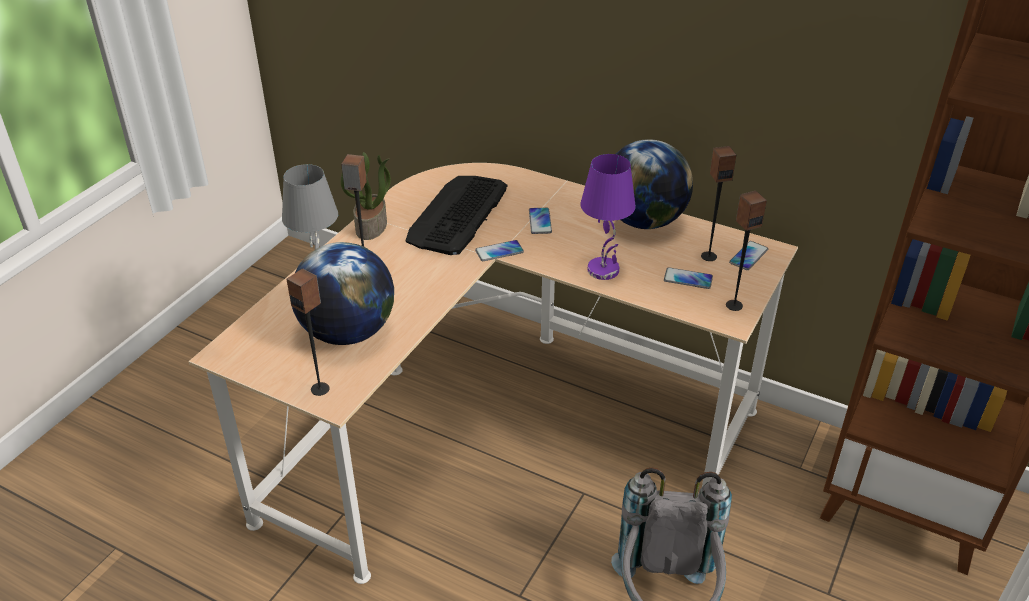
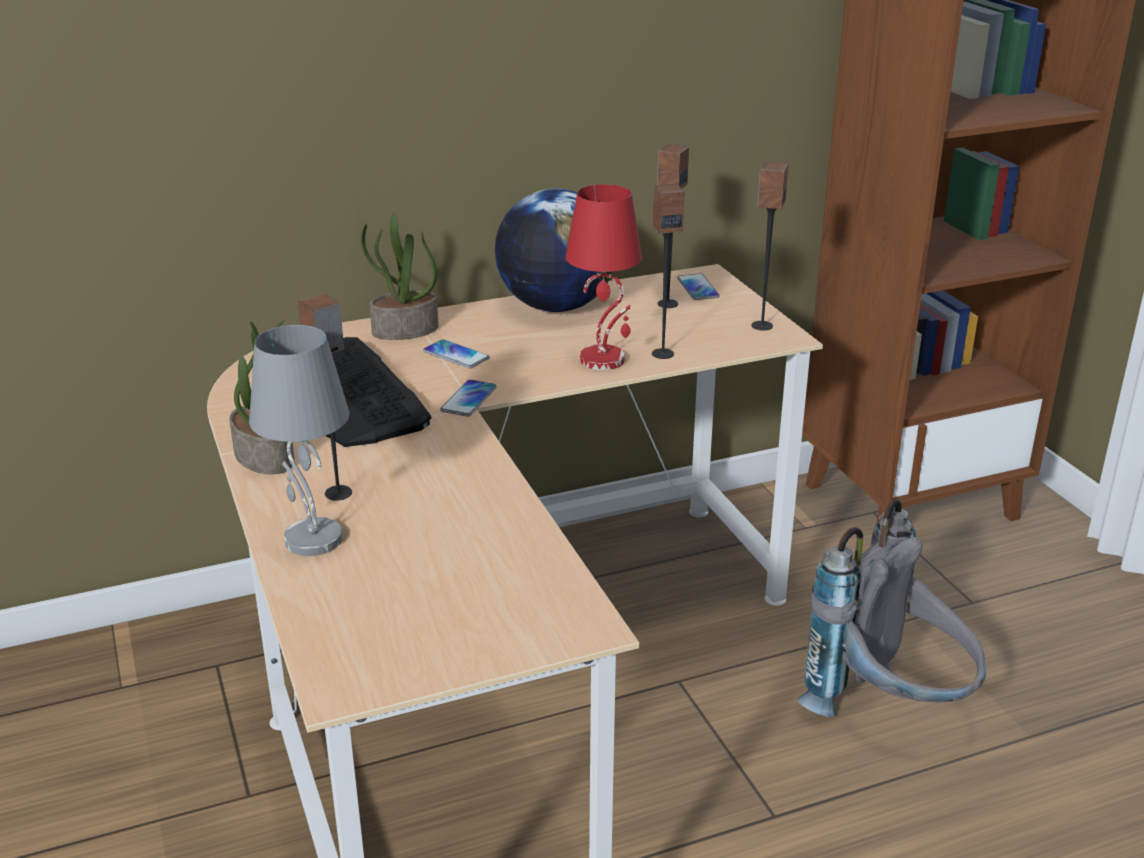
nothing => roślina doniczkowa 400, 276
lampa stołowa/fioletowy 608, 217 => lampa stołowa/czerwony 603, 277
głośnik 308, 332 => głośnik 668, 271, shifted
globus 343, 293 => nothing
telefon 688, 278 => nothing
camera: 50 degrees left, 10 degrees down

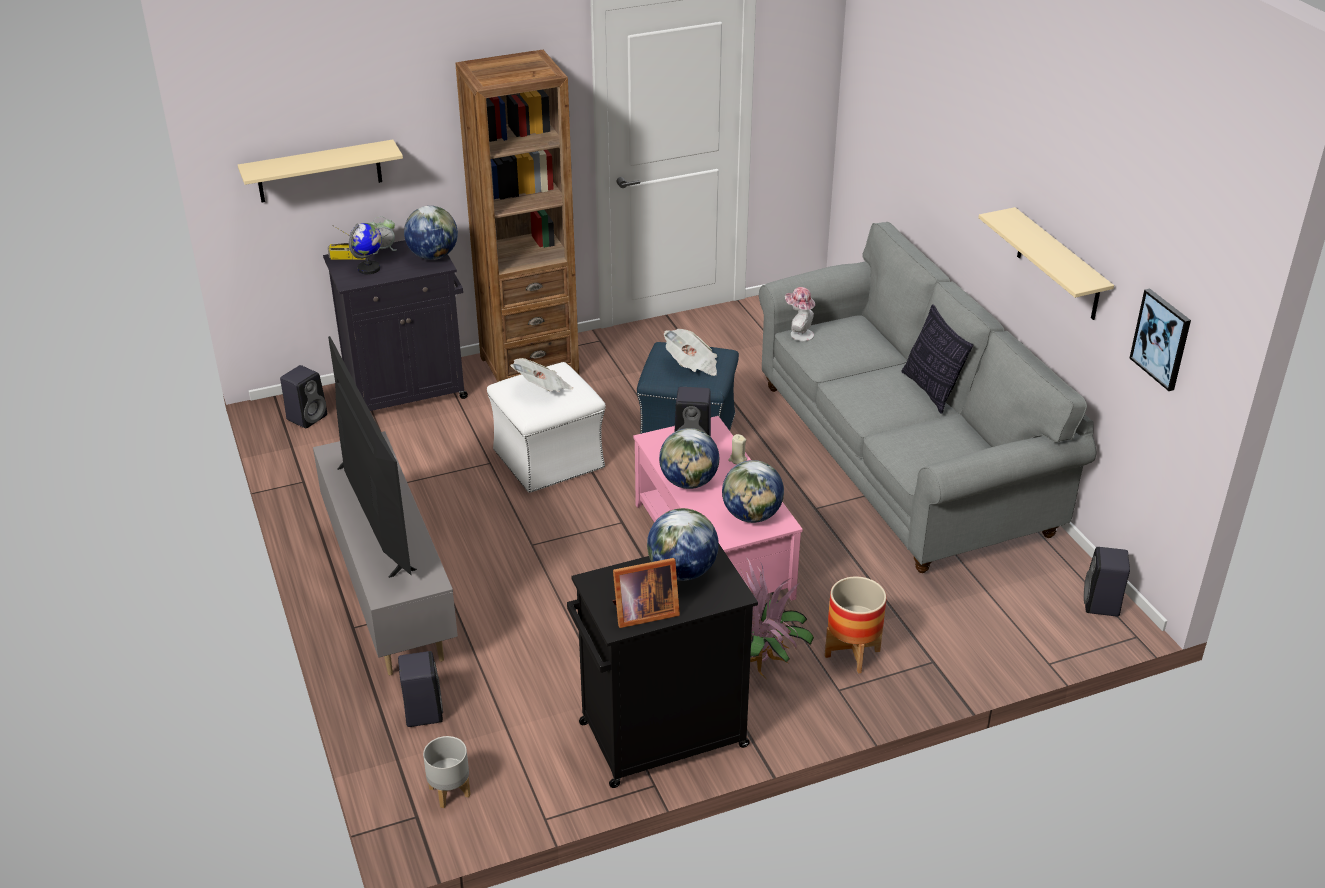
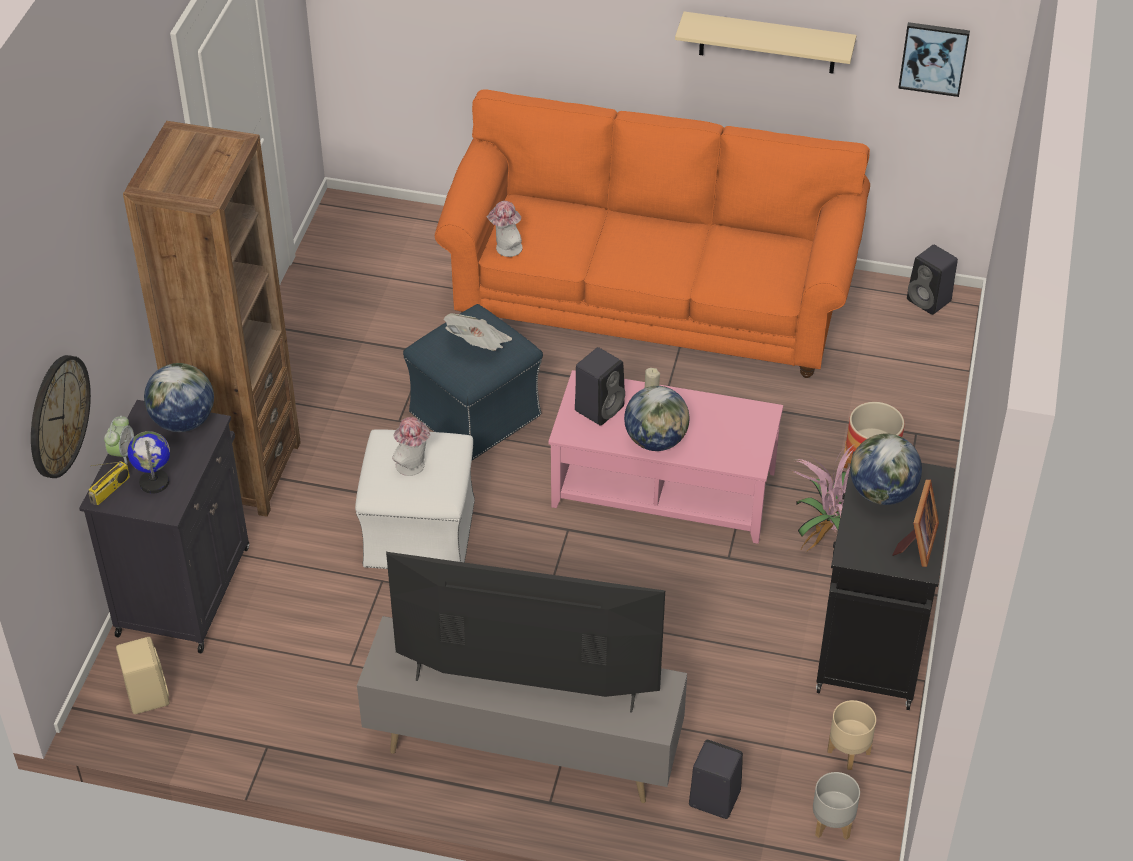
półka/beżowy 320, 171 => zegar ścienny 61, 416
głośnik/czarny 303, 396 => głośnik/beżowy 142, 675
gazeta 541, 375 => kapelusz 411, 446
kanapa/szary 927, 397 => kanapa/pomarańczowy 652, 233
nothing => donica/beżowy 851, 735
globus 753, 491 => nothing
poduszka 937, 359 => nothing
camera: 55 degrees left, 10 degrees up

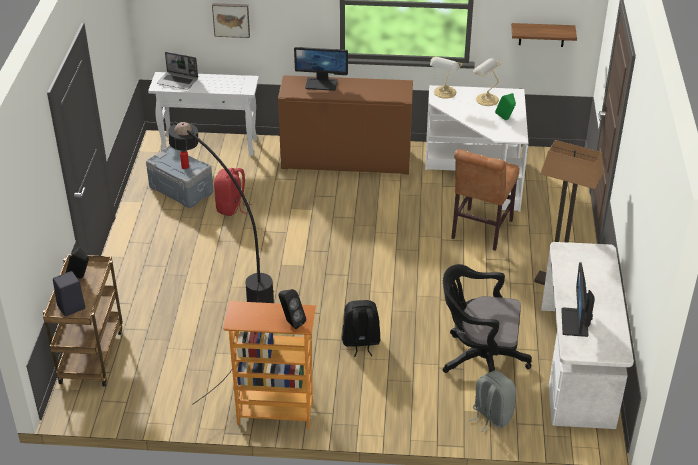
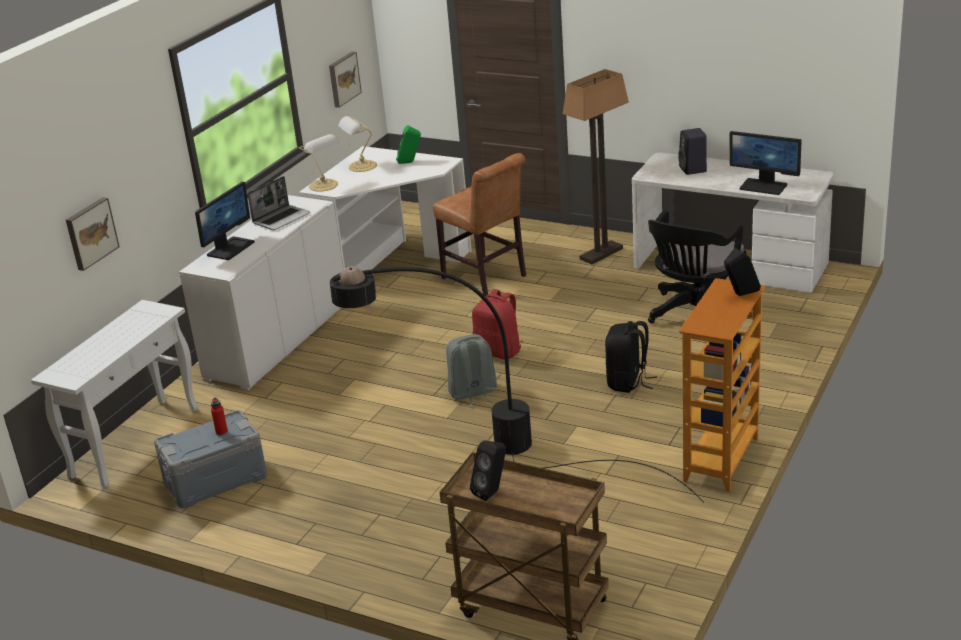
szafka/brązowy 345, 124 => szafka/biały 261, 292
laptop 177, 71 => laptop 279, 203, shifted
półka 544, 35 => obraz 345, 80
plecak/szary 492, 401 => plecak/szary 471, 371, shifted
plecak/czerwony 233, 192 => plecak/czerwony 497, 324, shifted
głośnik/czarny 69, 293 => głośnik/czarny 692, 151, shifted
camera: 65 degrees left, 10 degrees down

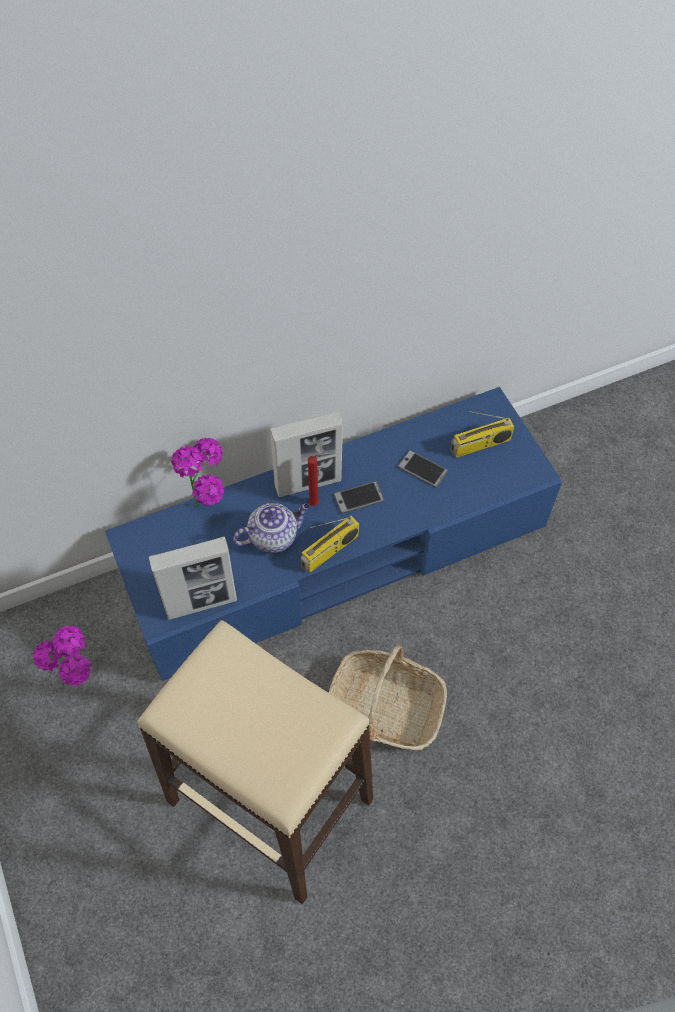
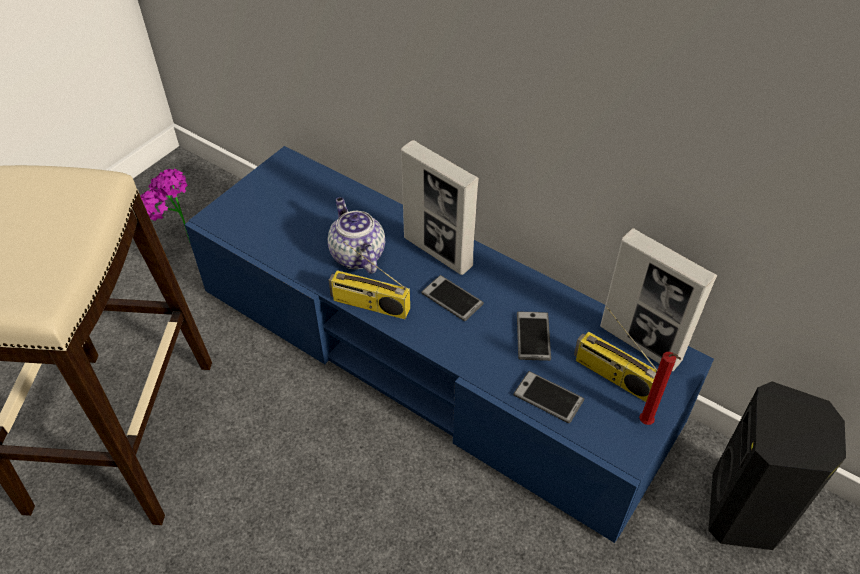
imbryk 271, 528 => imbryk 356, 235, 150 degrees counterclockwise
nothing => telefon 548, 397
ramka na zdjęcie 193, 578 => ramka na zdjęcie 658, 299, shifted
świeca/czerwony 315, 480 => świeca/czerwony 660, 388, shifted
nothing => głośnik/czarny 777, 465
roślina doniczkowa 197, 473 => nothing
koszyk 388, 698 => nothing
camera: 60 degrees right, 10 degrees down

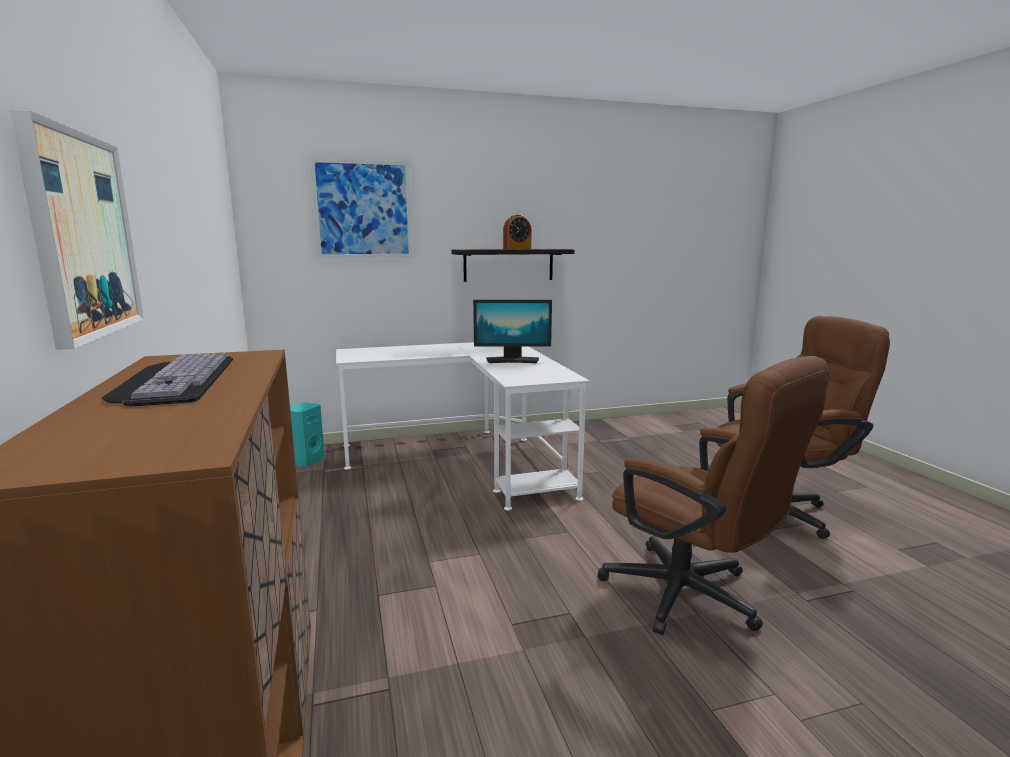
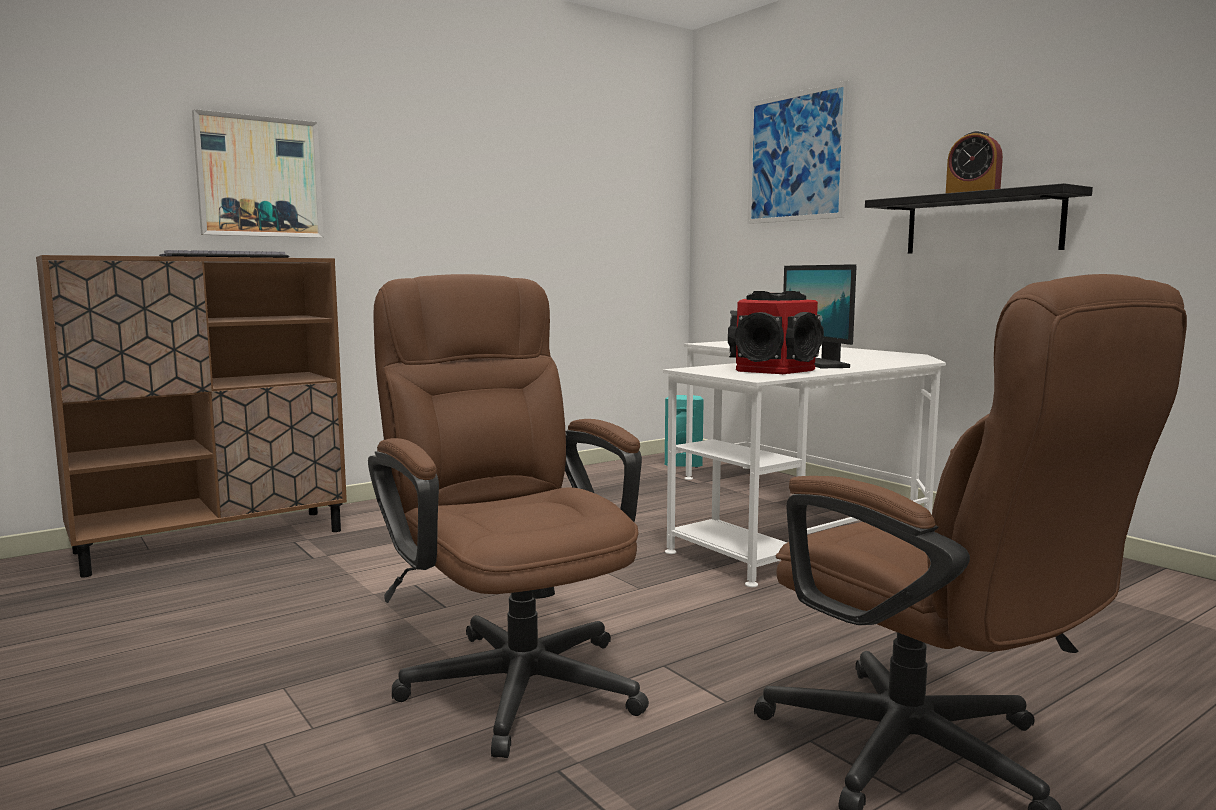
krzesło biurowe/brązowy 713, 495 => krzesło biurowe/brązowy 508, 516, 120 degrees clockwise
nothing => głośnik 776, 332
camera: 70 degrees right, 5 degrees down

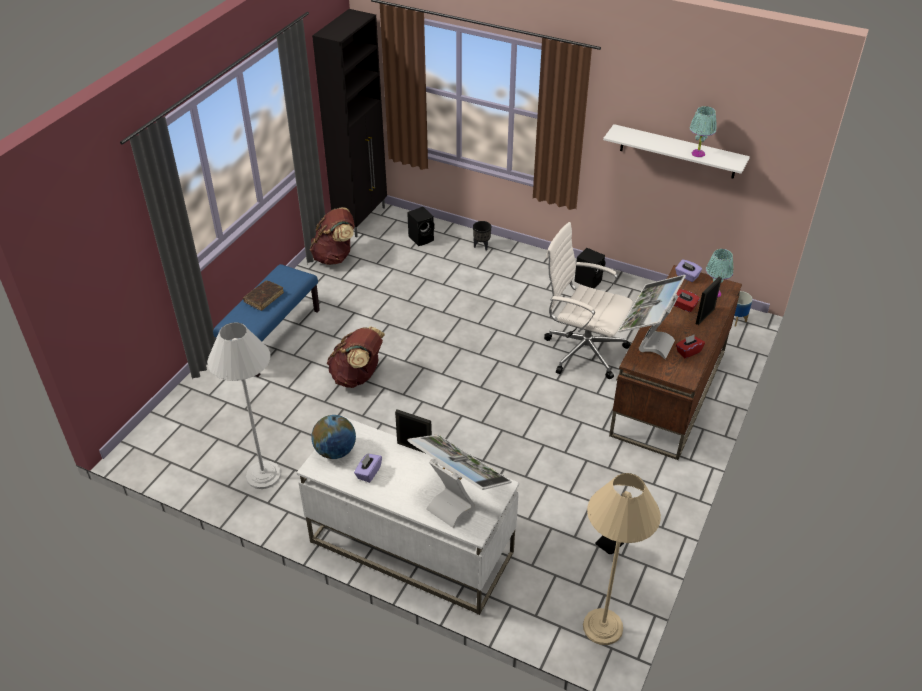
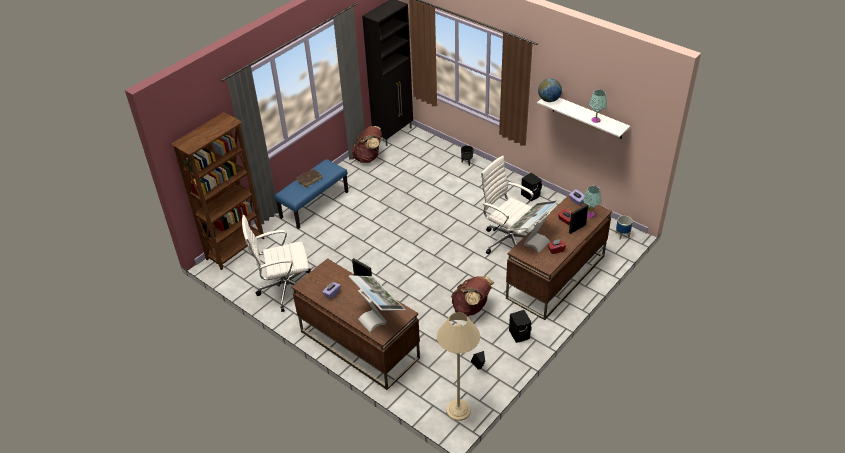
nothing => regał/brązowy 218, 191
lampa stojąca/biały 244, 405 => krzesło biurowe/biały 276, 263
biurko/biały 408, 515 => biurko/brązowy 356, 324
plecak/brązowy 356, 357 => plecak/brązowy 472, 296, shifted
głośnik/czarny 420, 226 => głośnik/czarny 520, 326, shifted
globus 333, 437 => globus 550, 90, shifted
camera: 15 degrees right, 0 degrees up

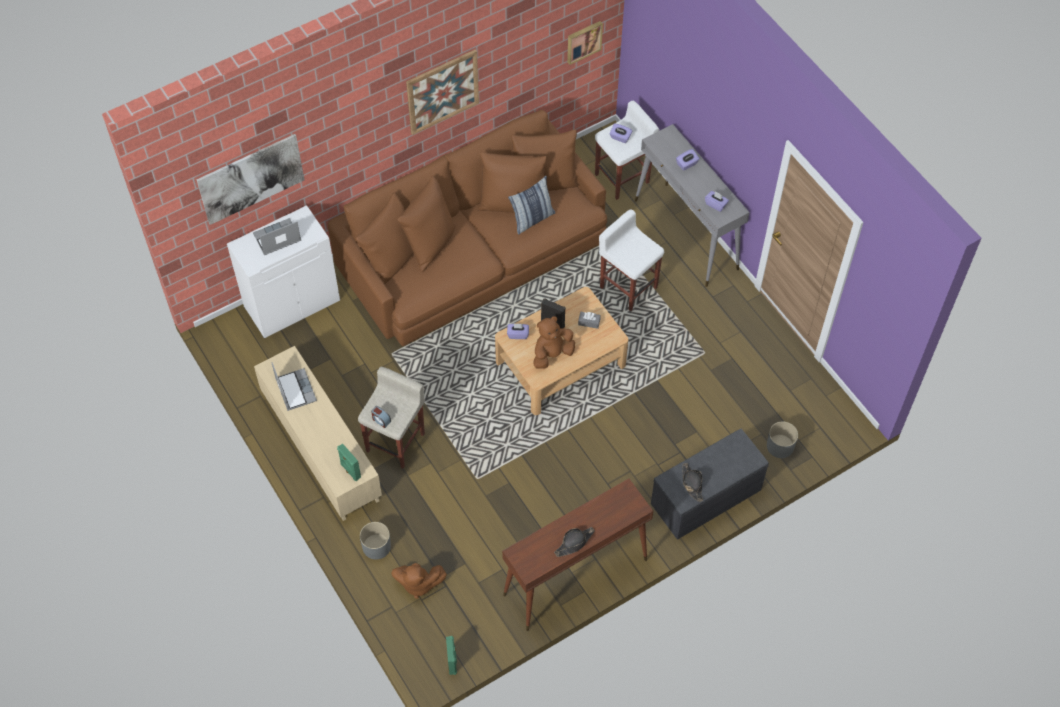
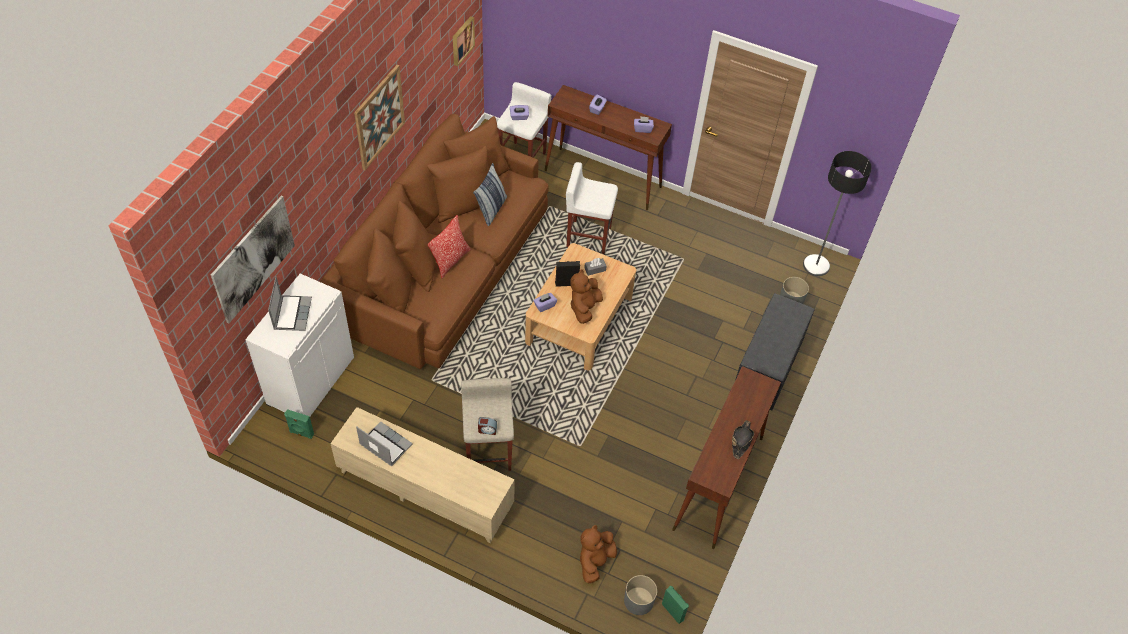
laptop 277, 236 => laptop 290, 303, 150 degrees clockwise
głośnik/zielony 349, 462 => głośnik/zielony 299, 424, shifted
nothing => poduszka 449, 247
stolik konsolowy/szary 692, 205 => stolik konsolowy/brązowy 608, 147
pluszak/brązowy 419, 581 => pluszak/brązowy 598, 554, 150 degrees clockwise
donica/szary 375, 541 => donica/szary 640, 595, shifted
nothing => lampa stojąca 837, 213
kapelusz/czarny 693, 482 => nothing
camera: 35 degrees left, 5 degrees down

